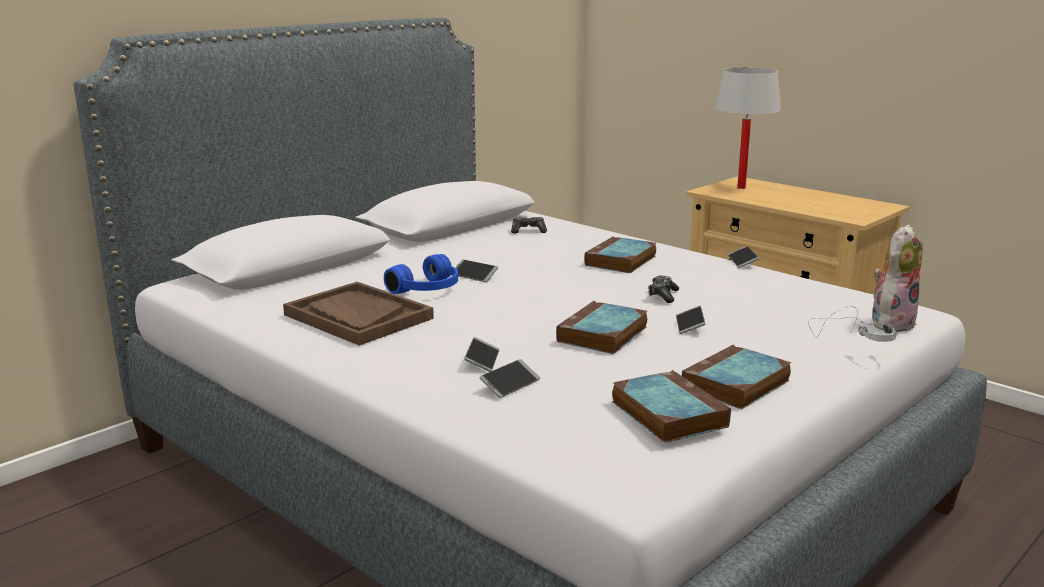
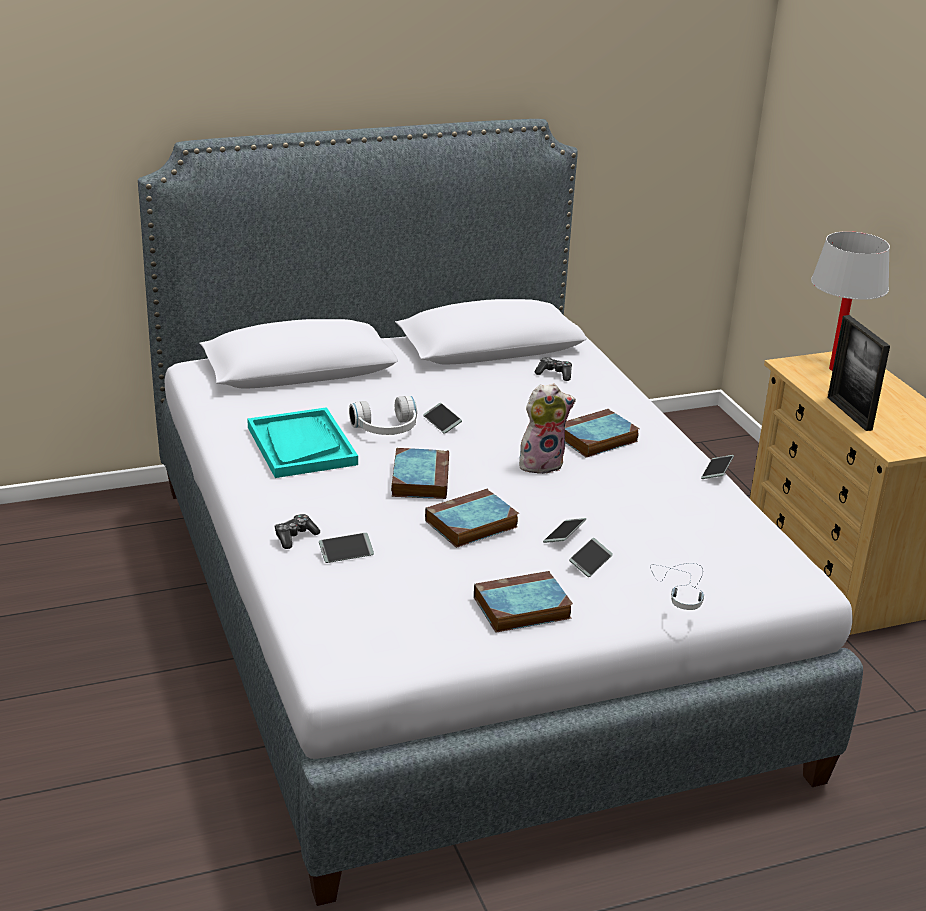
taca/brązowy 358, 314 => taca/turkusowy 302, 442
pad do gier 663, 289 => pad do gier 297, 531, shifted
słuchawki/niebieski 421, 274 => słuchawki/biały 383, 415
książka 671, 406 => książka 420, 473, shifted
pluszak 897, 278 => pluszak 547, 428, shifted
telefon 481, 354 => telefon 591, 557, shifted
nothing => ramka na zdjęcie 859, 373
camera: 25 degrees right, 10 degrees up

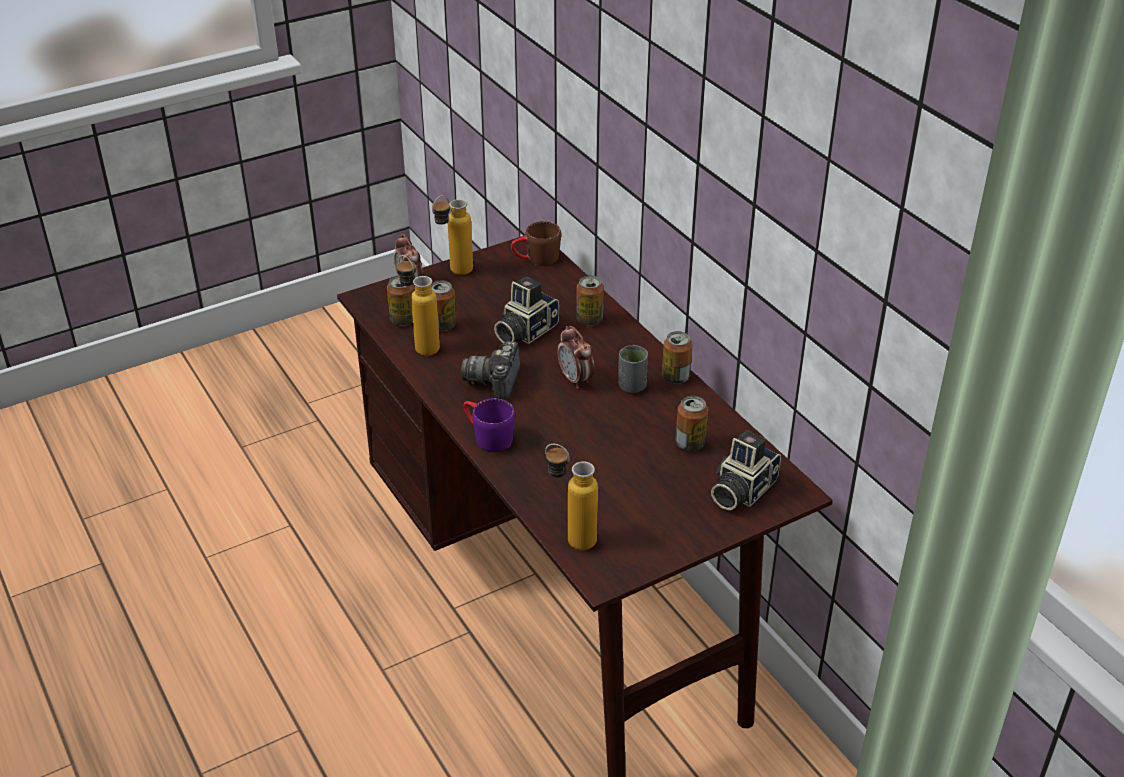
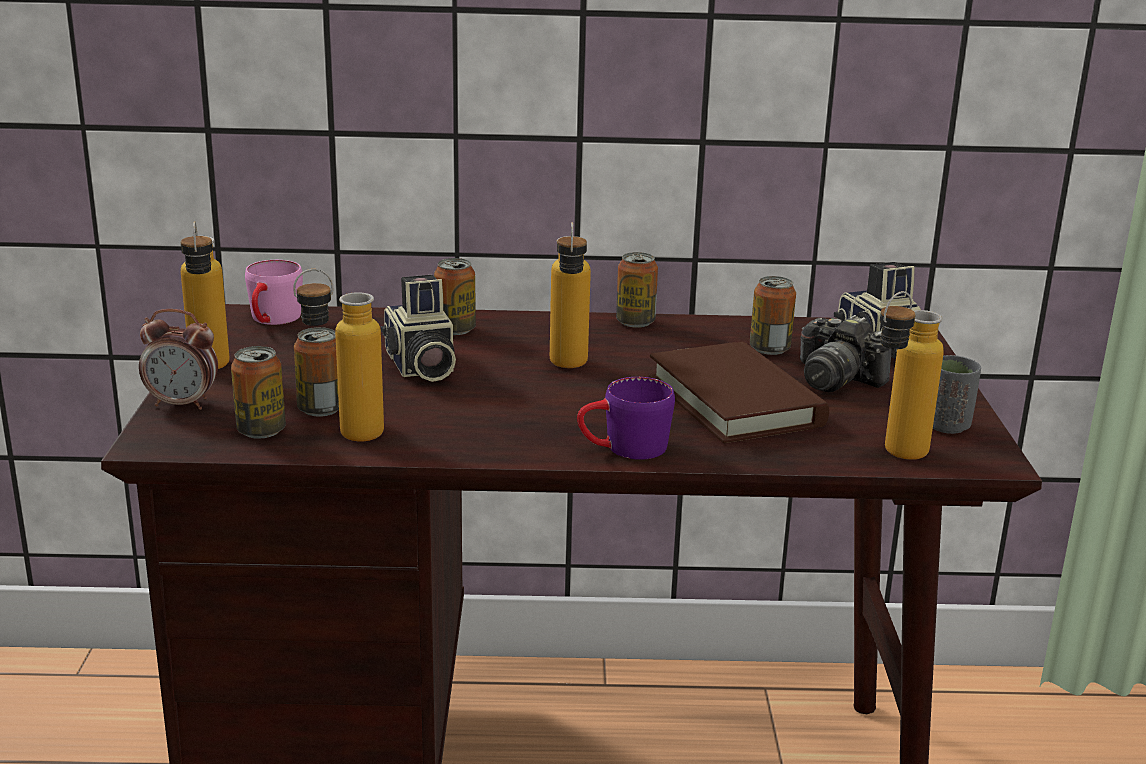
kubek/brązowy 536, 243 => kubek/różowy 274, 292
budzik 576, 357 => butelka 570, 295
nothing => książka/brązowy 739, 392
aparat fotograficzny 490, 370 => aparat fotograficzny 845, 353, shifted
filiżanka/szary 633, 369 => filiżanka/szary 957, 394, shifted
camera: 60 degrees left, 15 degrees down

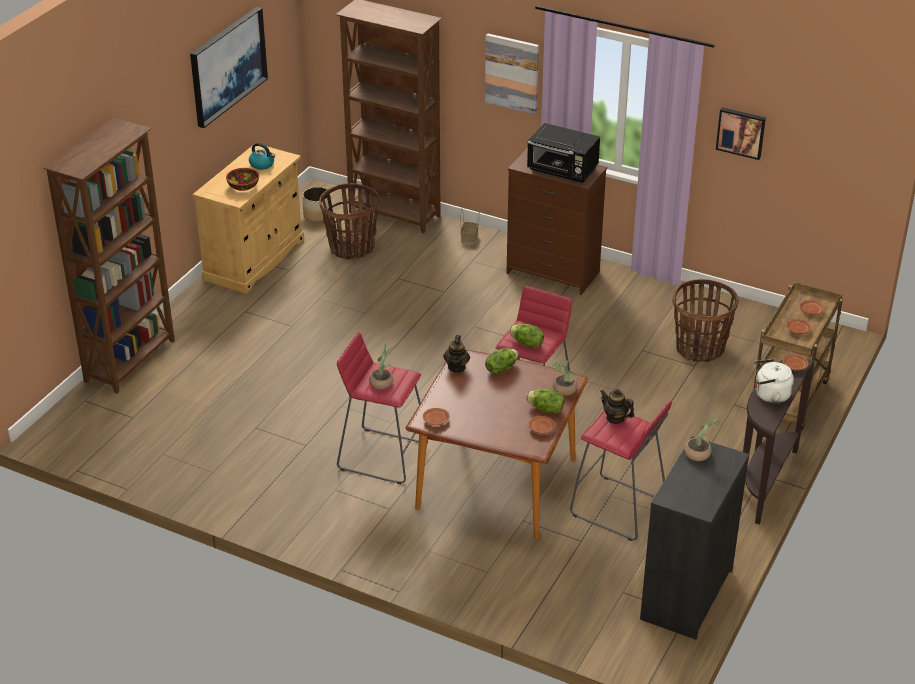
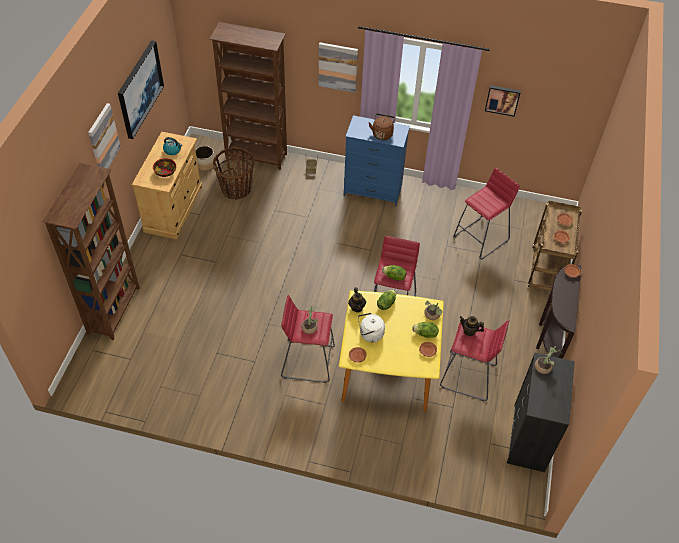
nothing => obraz 104, 135
stół jadalny/brązowy 497, 445 => stół jadalny/żółty 391, 351
komoda/brązowy 556, 221 => komoda/niebieski 377, 160
czajnik/biały 774, 381 => czajnik/biały 371, 328, shifted
mikrofalówka/czarny 563, 153 => czajnik/brązowy 382, 127
koszyk 705, 320 => stołek/czerwony 486, 213
camera: 15 degrees left, 15 degrees up

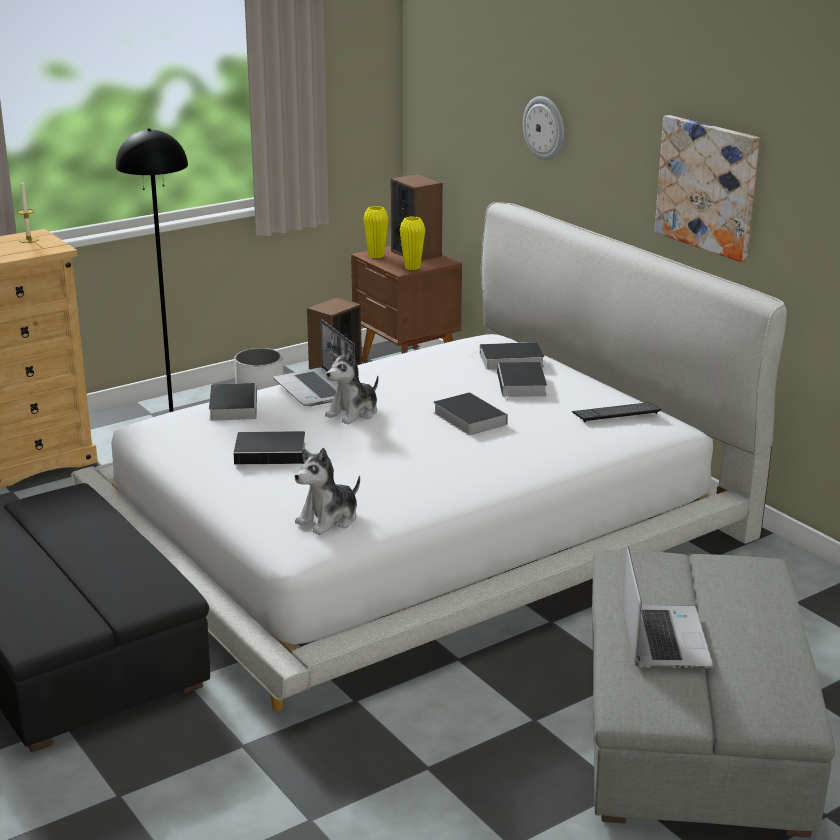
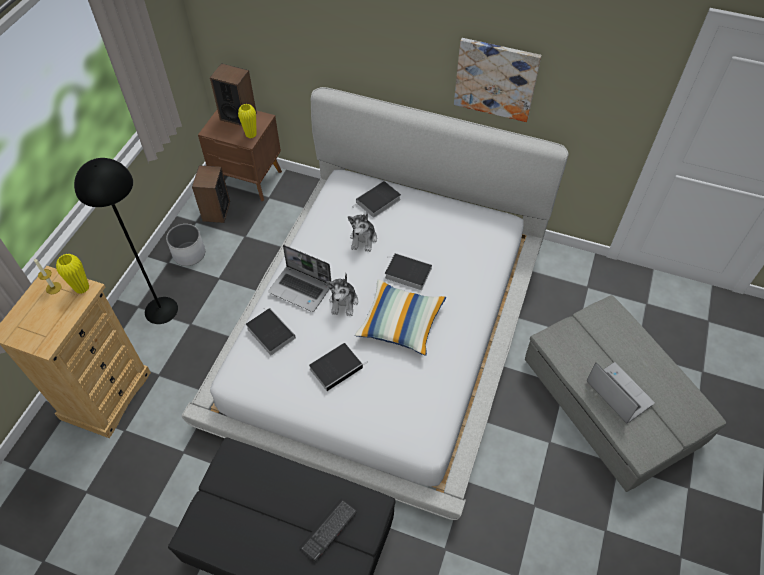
wazon/żółty 375, 232 => wazon/żółty 72, 274, shifted
klawiatura 616, 412 => klawiatura 328, 529, shifted
pluszak 327, 491 => pluszak 362, 232, shifted
nothing => poduszka 400, 317
książka 522, 381 => nothing
zegar ścienny 543, 128 => nothing
camera: 35 degrees left, 30 degrees up

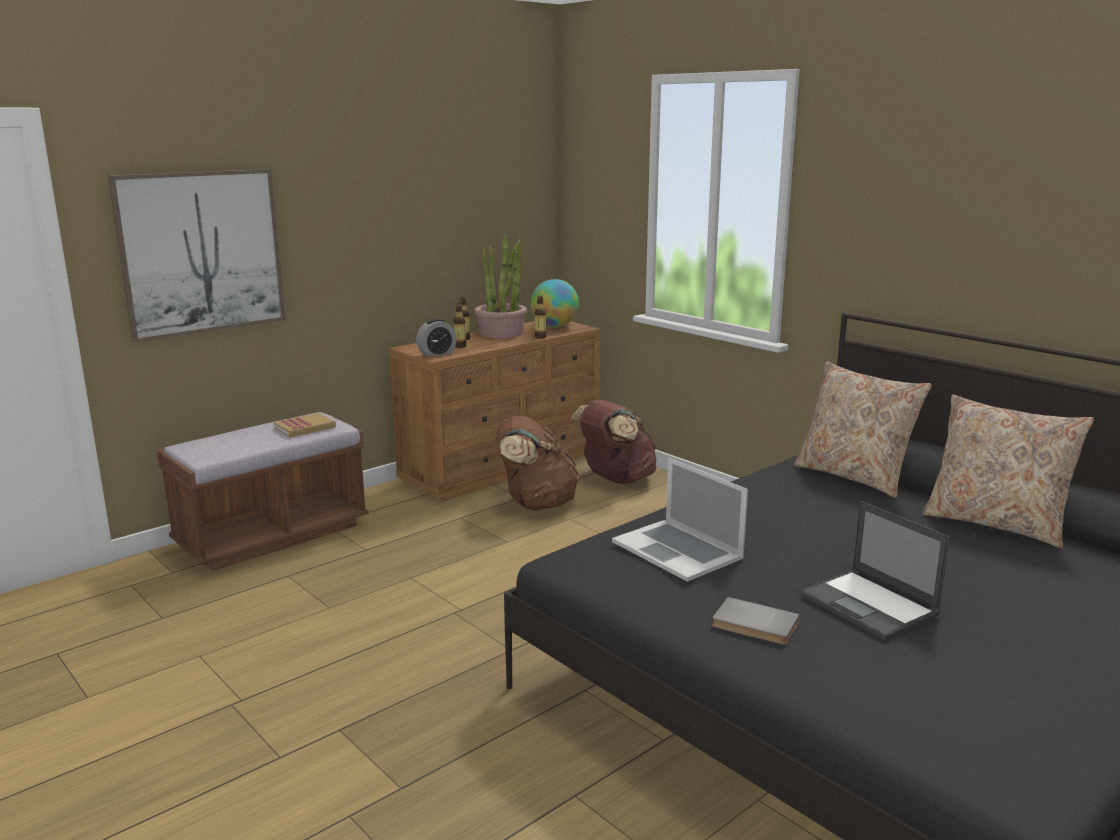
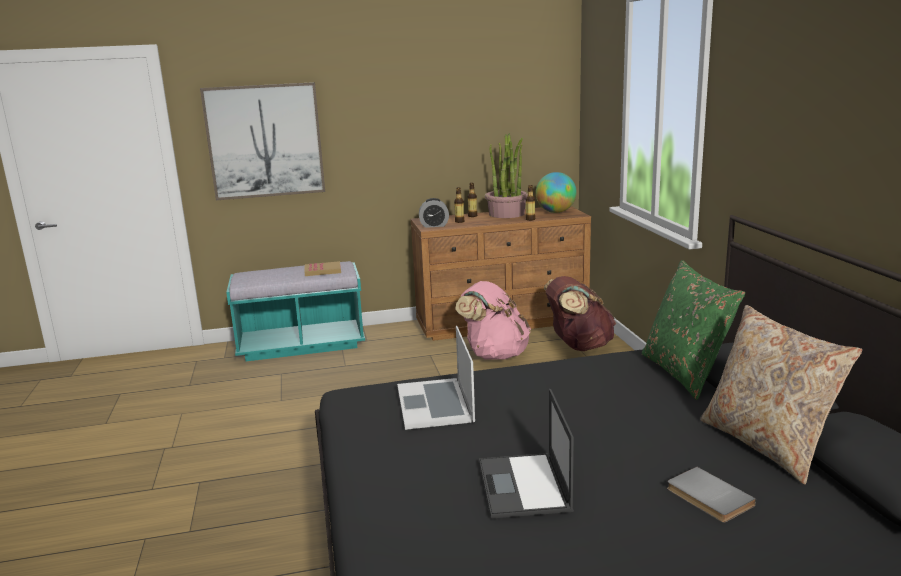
ławka/brązowy 263, 491 => ławka/turkusowy 295, 311
plecak/brązowy 537, 463 => plecak/różowy 493, 320
poduszka/beżowy 863, 429 => poduszka/zielony 693, 330
książka/szary 756, 621 => książka/szary 711, 495, shifted
camera: 30 degrees right, 0 degrees up

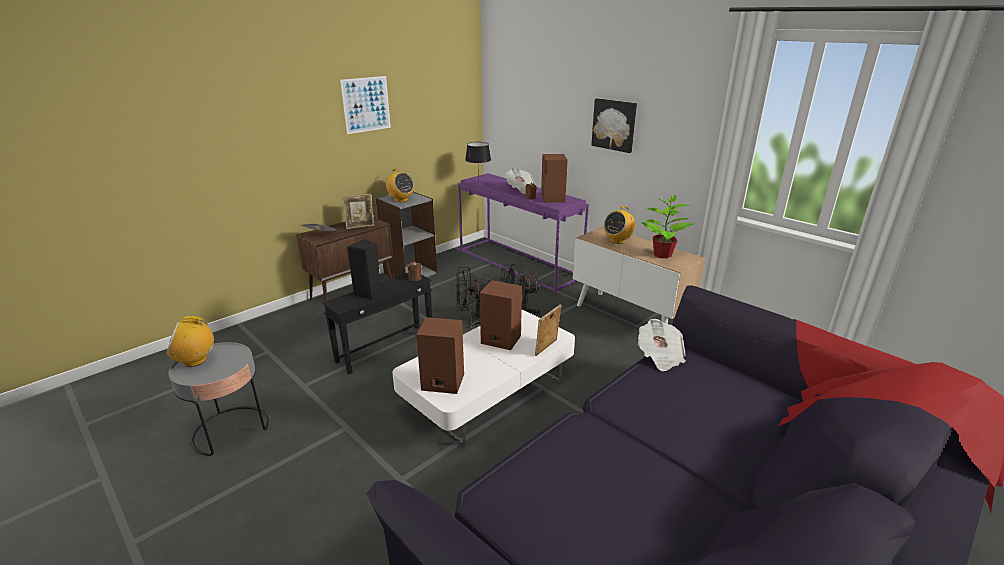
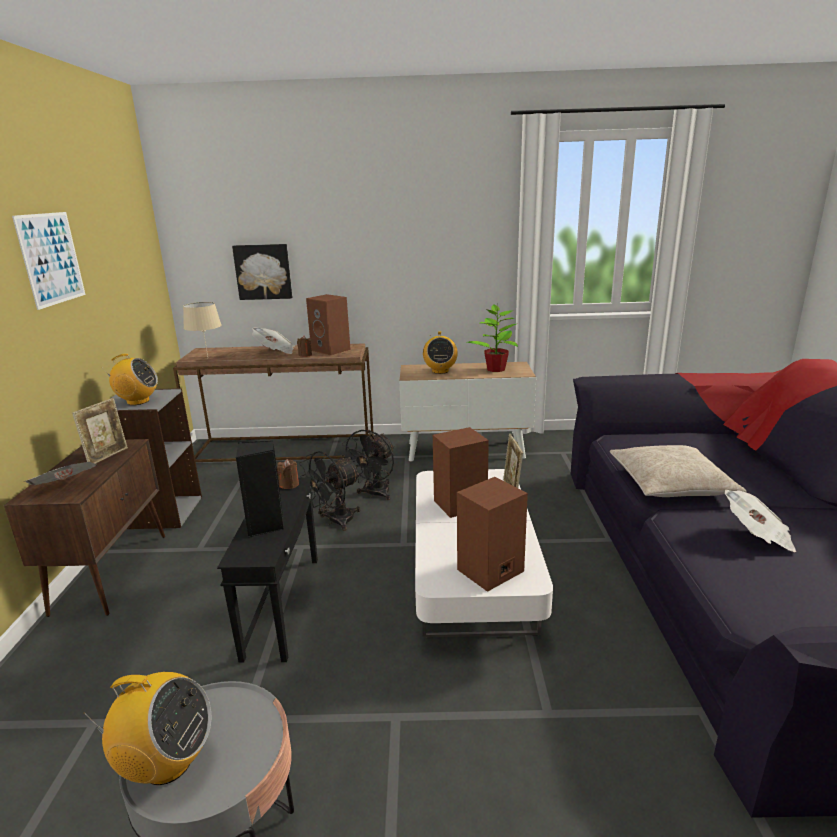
radio 190, 341 => radio 147, 728, 105 degrees counterclockwise
stolik konsolowy/fioletowy 523, 232 => stolik konsolowy/brązowy 273, 402
lampa stołowa/czarny 478, 162 => lampa stołowa/beżowy 202, 329
obraz 614, 125 => obraz 262, 272, shifted
nothing => poduszka/beżowy 678, 471
gazeta 662, 345 => gazeta 760, 521, shifted
camera: 45 degrees left, 5 degrees down

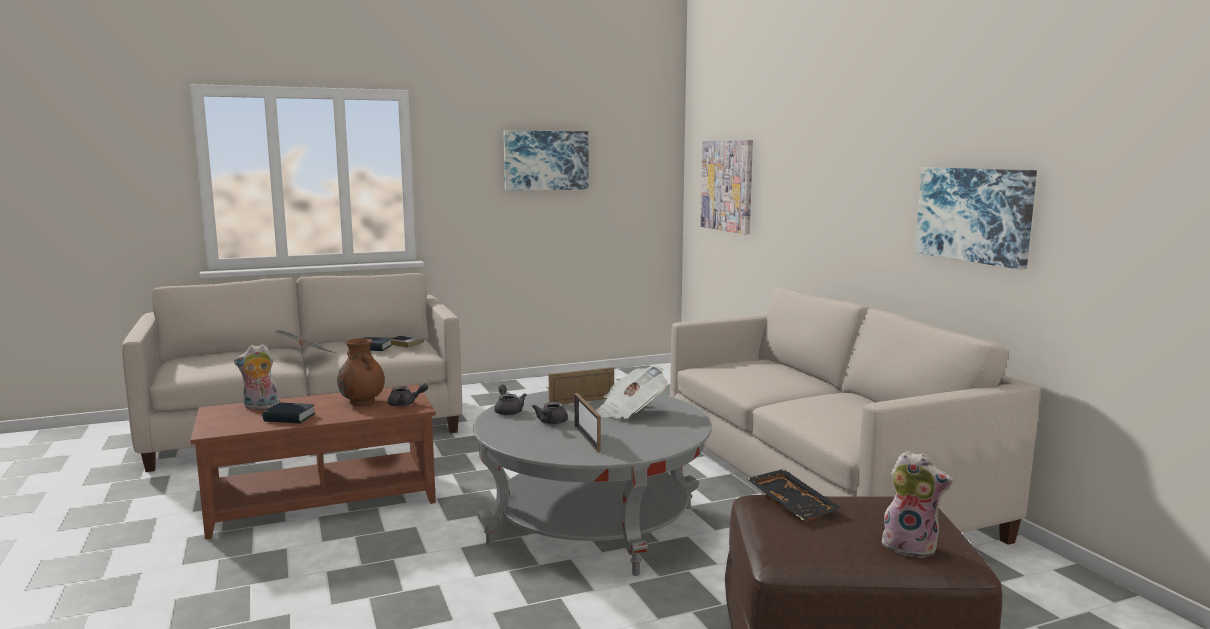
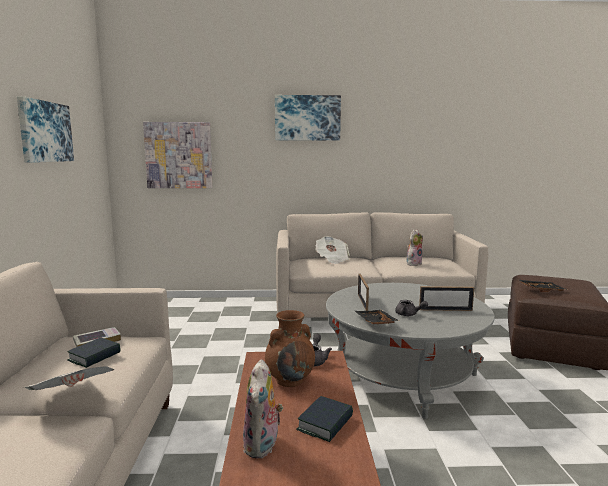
obraz 976, 218 => obraz 308, 118, shifted
gazeta 631, 392 => gazeta 332, 250, shifted
imbryk/szary 510, 400 => taca/czarny 377, 317
pluszak 917, 504 => pluszak 414, 247, shifted
camera: 70 degrees left, 0 degrees up

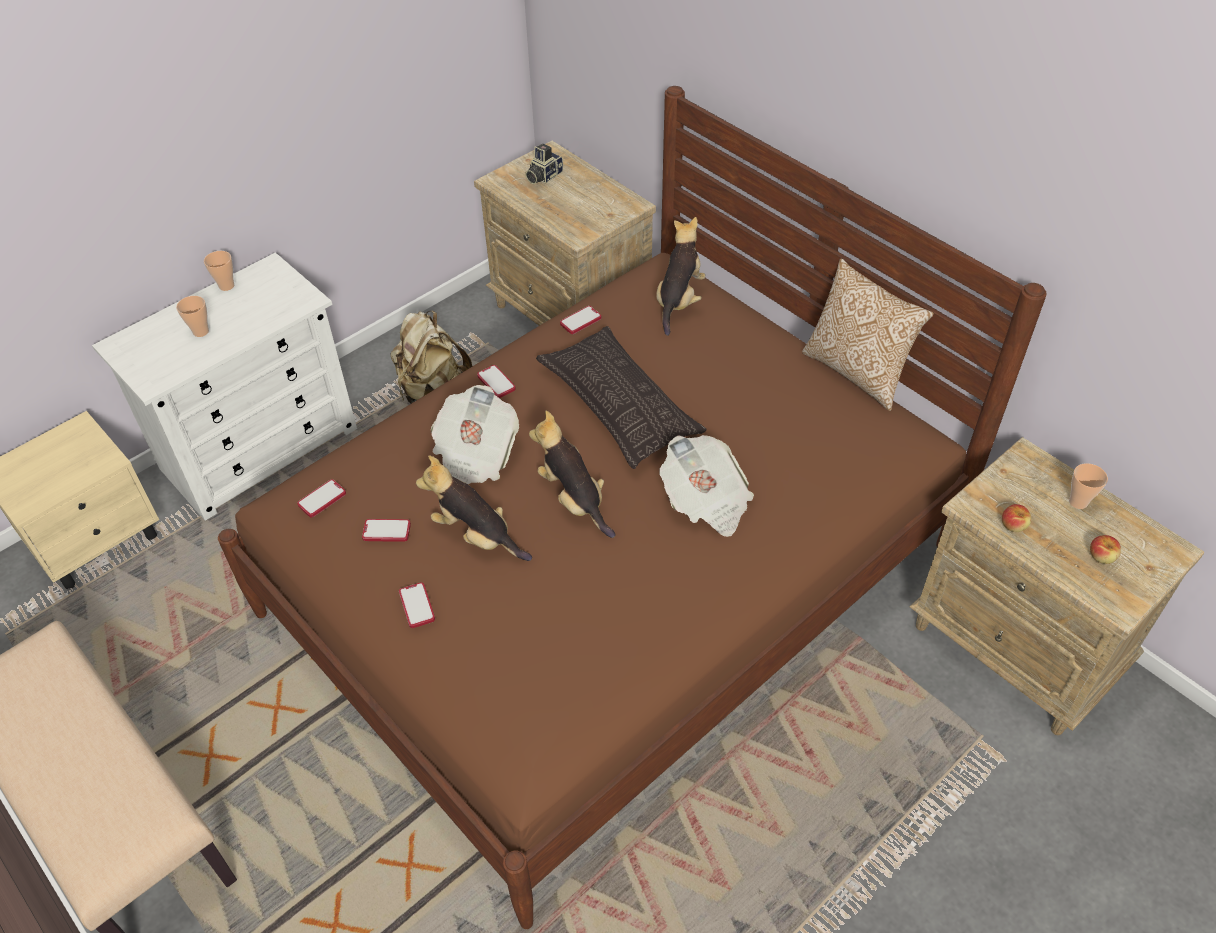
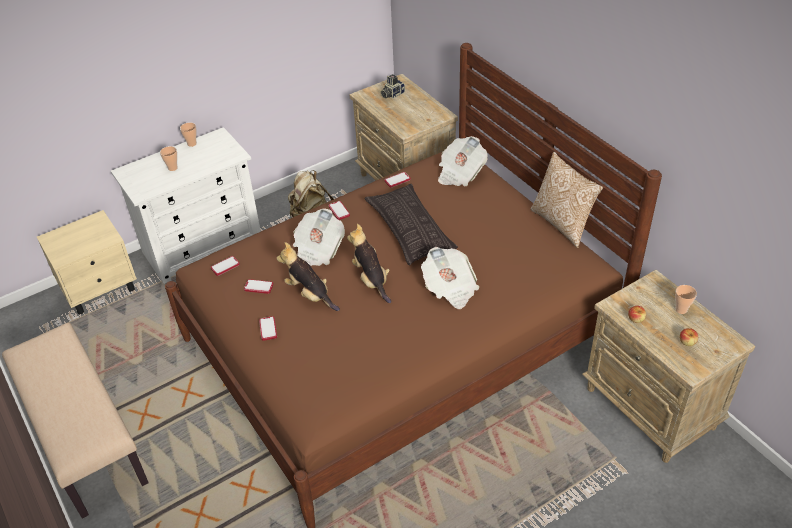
pluszak 681, 276 => gazeta 463, 161
camera: 10 degrees right, 5 degrees down

